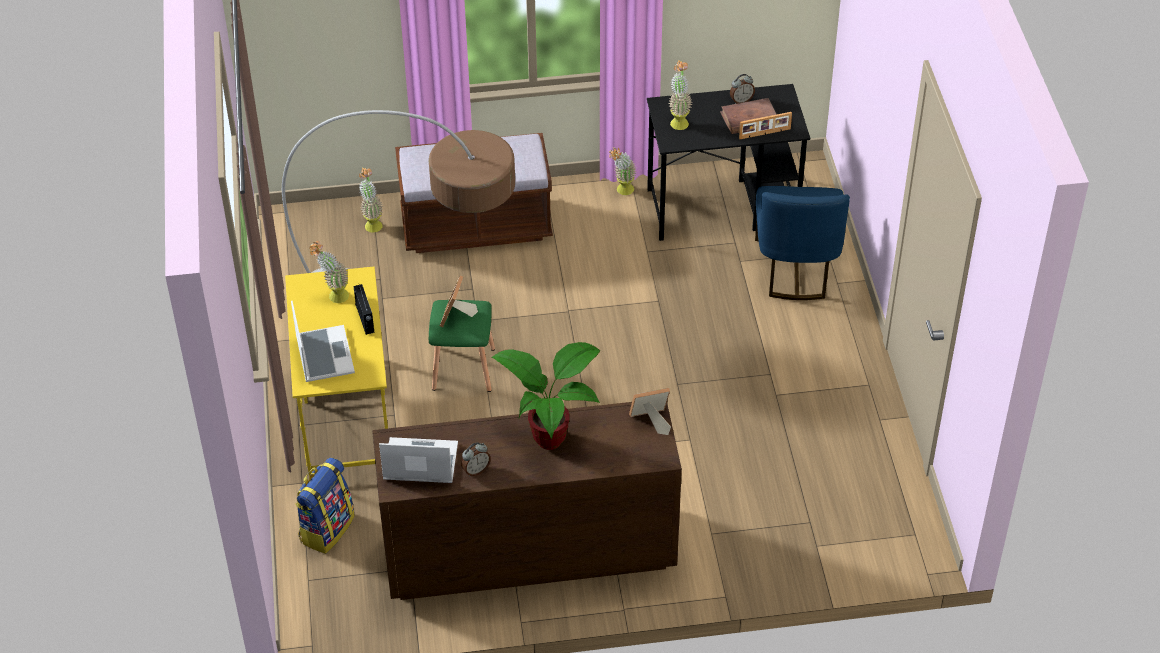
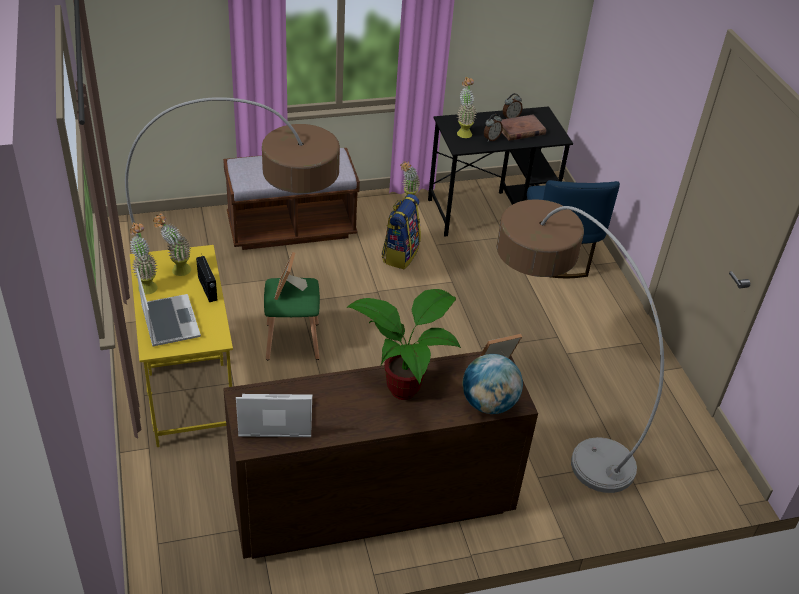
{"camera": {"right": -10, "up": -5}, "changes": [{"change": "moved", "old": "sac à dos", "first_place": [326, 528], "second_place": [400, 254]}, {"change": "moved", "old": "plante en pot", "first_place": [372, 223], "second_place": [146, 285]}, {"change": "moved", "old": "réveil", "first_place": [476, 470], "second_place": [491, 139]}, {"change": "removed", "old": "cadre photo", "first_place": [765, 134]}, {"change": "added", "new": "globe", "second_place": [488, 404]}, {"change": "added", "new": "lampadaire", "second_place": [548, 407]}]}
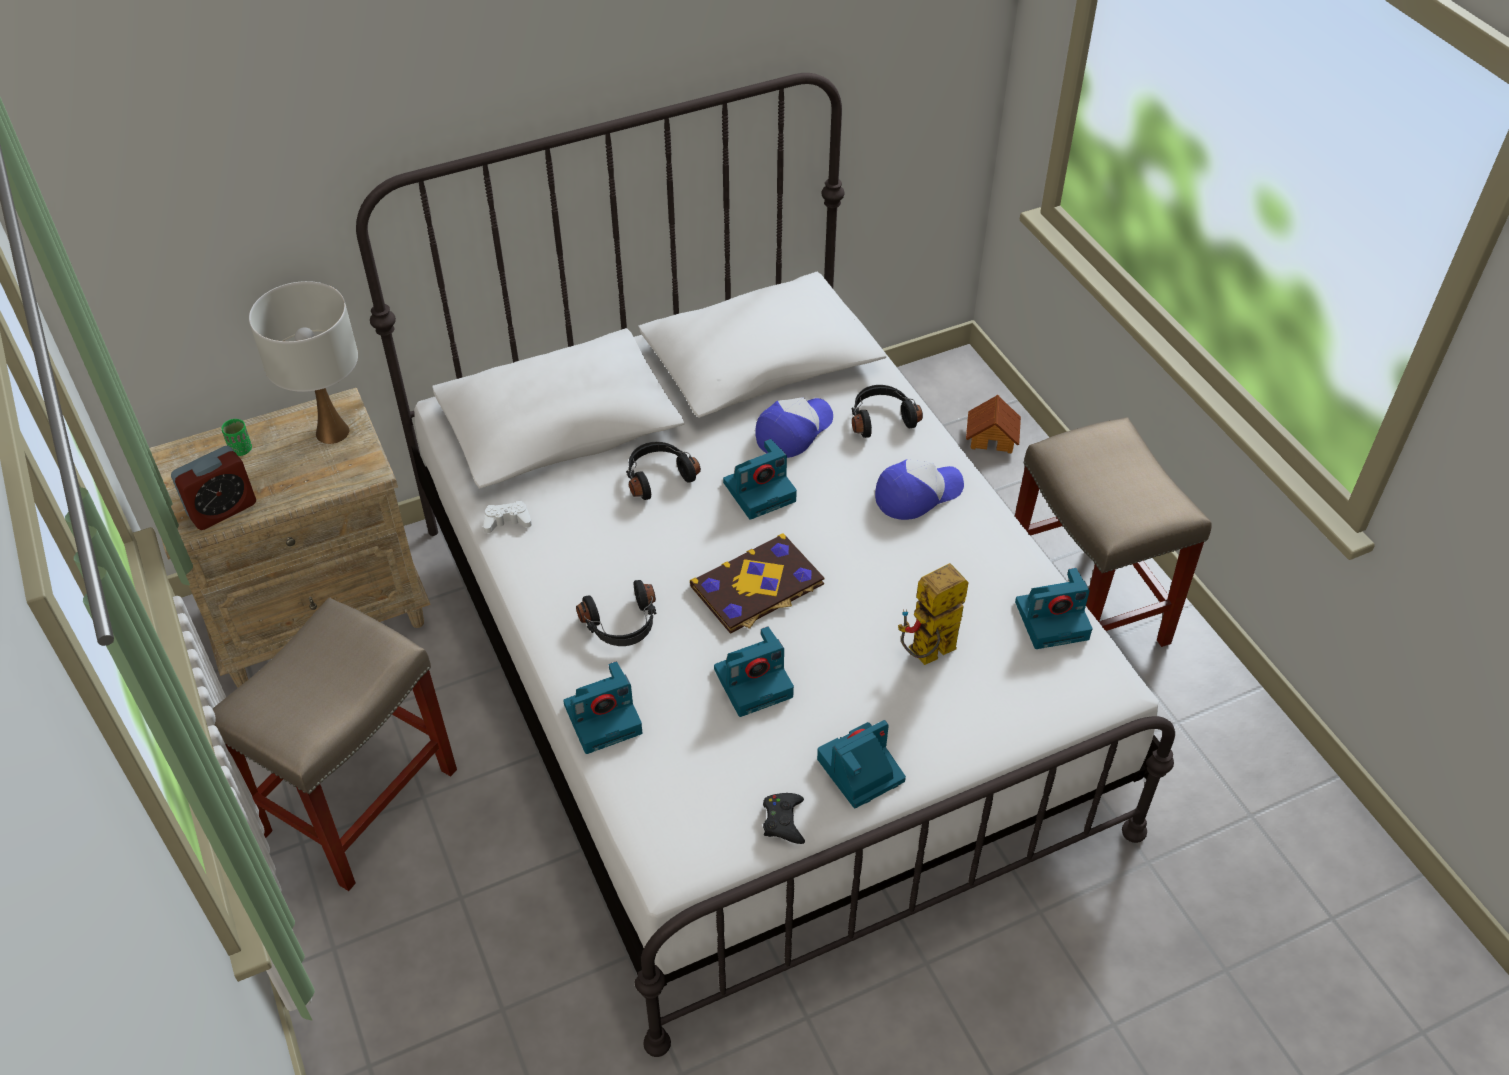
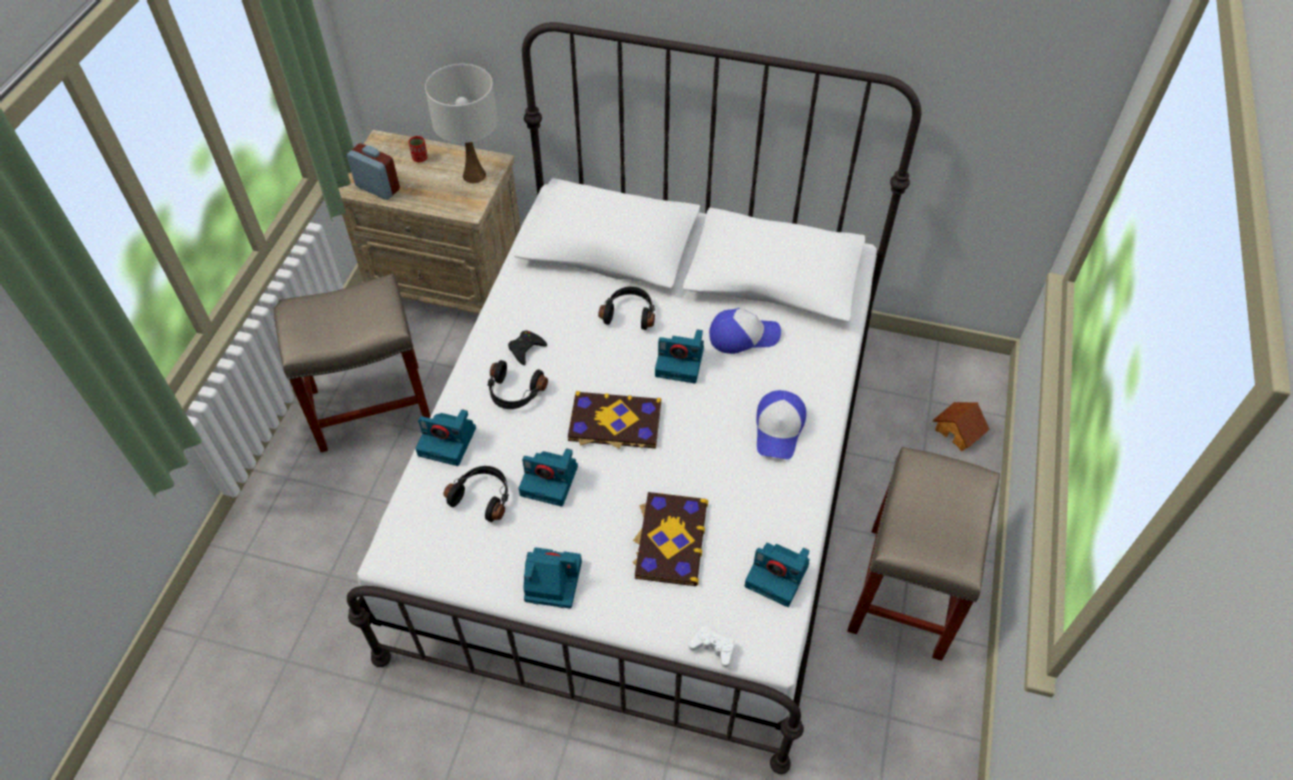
{"camera": {"right": 40, "up": 5}, "changes": [{"change": "turned", "old": "réveil", "first_place": [222, 509], "second_place": [378, 188], "degrees": -150}, {"change": "recoloured", "old": "tasse (vert)", "new": "tasse (rouge)", "first_place": [241, 450], "second_place": [420, 158]}, {"change": "moved", "old": "manette (blanc)", "first_place": [507, 521], "second_place": [713, 648]}, {"change": "moved", "old": "manette (noir)", "first_place": [783, 821], "second_place": [526, 349]}, {"change": "moved", "old": "casque audio (noir)", "first_place": [881, 418], "second_place": [483, 497]}, {"change": "turned", "old": "casquette", "first_place": [917, 494], "second_place": [779, 429], "degrees": 90}, {"change": "replaced", "old": "robot jouet", "new": "livre", "first_place": [927, 656], "second_place": [670, 540]}]}
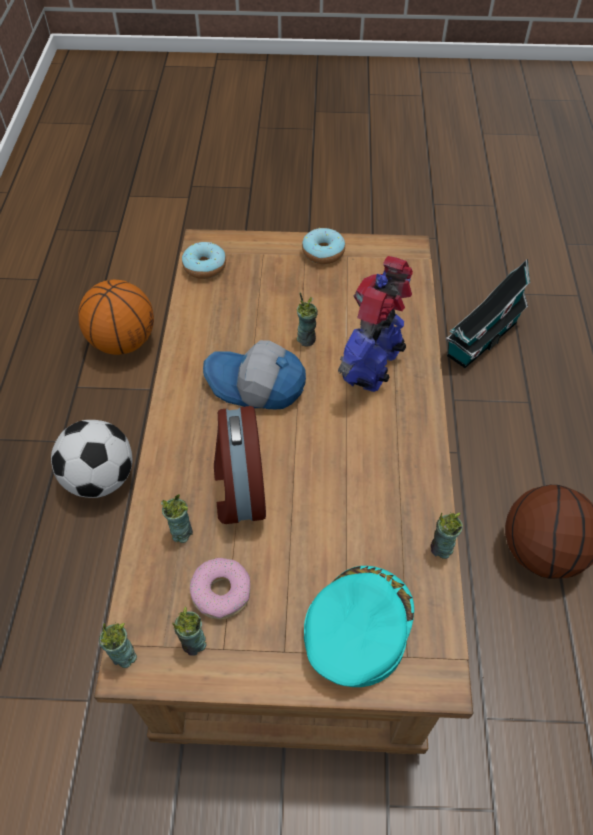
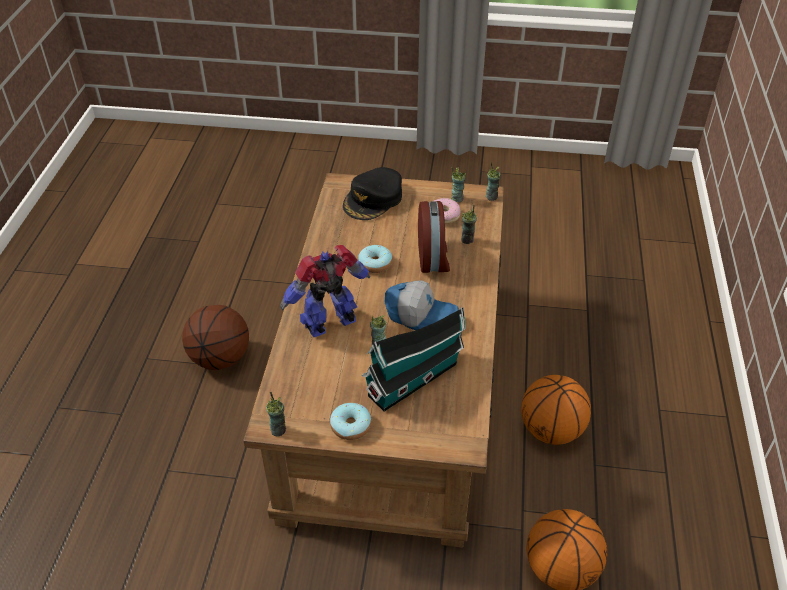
{"camera": {"right": -175, "up": -10}, "changes": [{"change": "replaced", "old": "ballon de foot", "new": "ballon de basket", "first_place": [100, 478], "second_place": [551, 430]}, {"change": "moved", "old": "beignet", "first_place": [205, 267], "second_place": [375, 264]}, {"change": "recoloured", "old": "casquette (turquoise)", "new": "casquette (noir)", "first_place": [357, 627], "second_place": [373, 199]}, {"change": "turned", "old": "robot jouet", "first_place": [373, 365], "second_place": [331, 323], "degrees": -150}, {"change": "moved", "old": "tasse", "first_place": [441, 549], "second_place": [278, 429]}, {"change": "moved", "old": "maison miniature", "first_place": [480, 341], "second_place": [416, 378]}]}
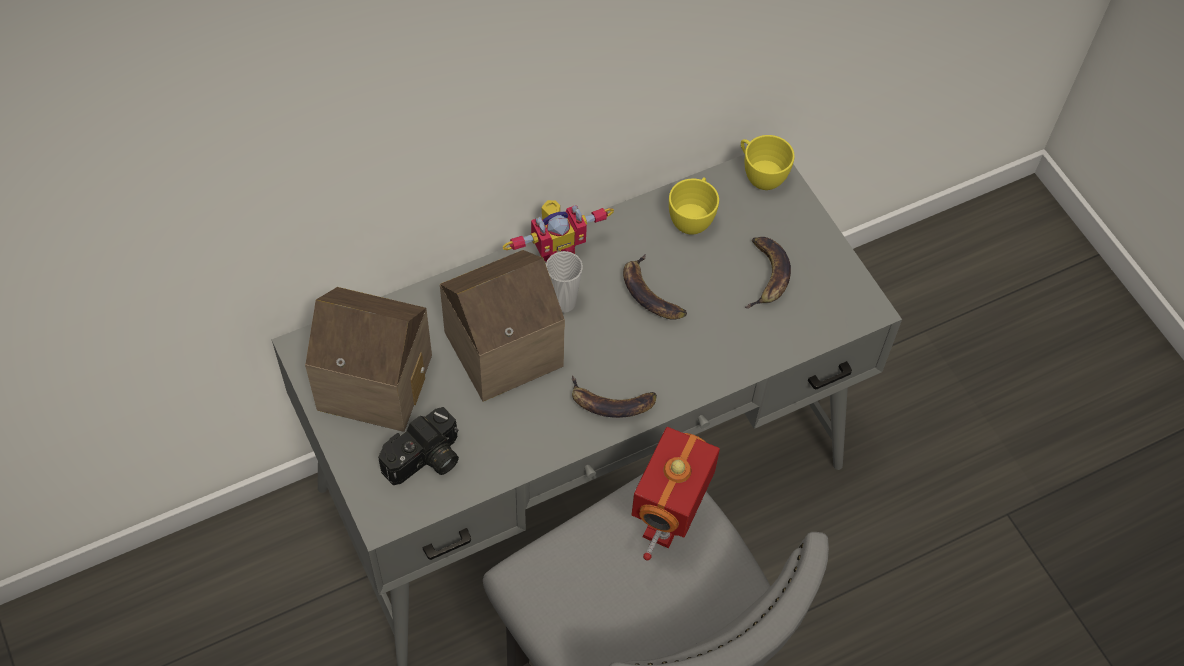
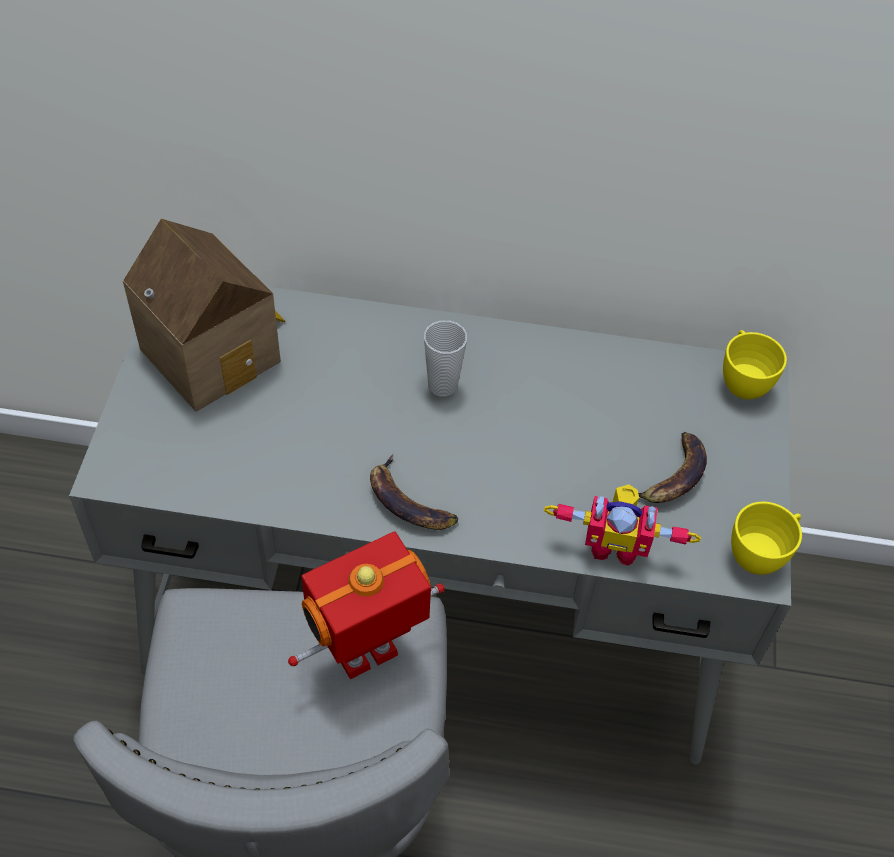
{"camera": {"right": 35, "up": -5}, "changes": [{"change": "removed", "old": "appareil photo", "first_place": [425, 461]}, {"change": "removed", "old": "maison miniature", "first_place": [500, 345]}, {"change": "moved", "old": "robot jouet", "first_place": [555, 247], "second_place": [615, 544]}, {"change": "removed", "old": "banane", "first_place": [650, 293]}, {"change": "moved", "old": "tasse (jaune)", "first_place": [692, 218], "second_place": [761, 554]}]}
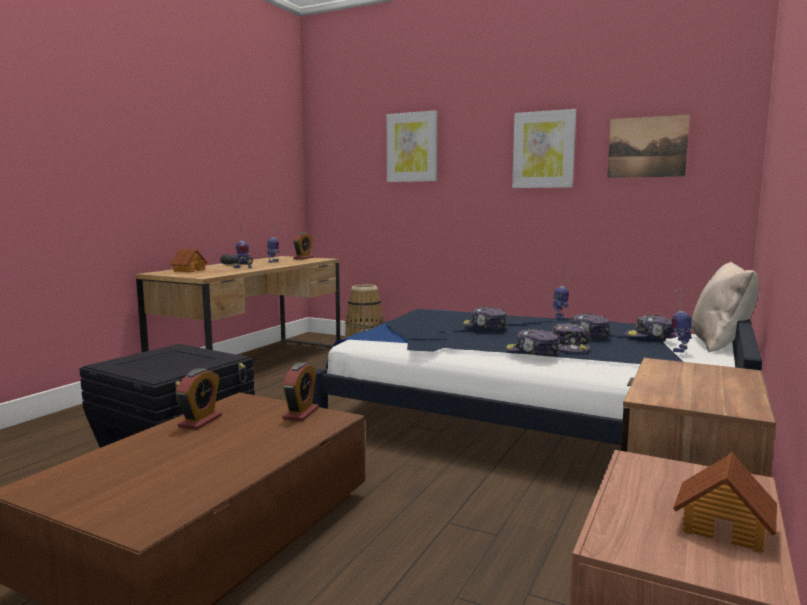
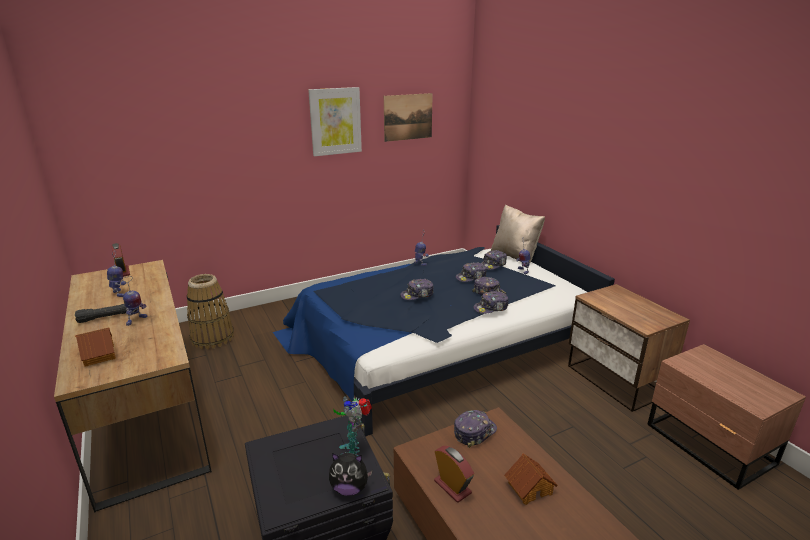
{"camera": {"right": -55, "up": 15}, "changes": [{"change": "replaced", "old": "réveil", "new": "casquette", "first_place": [301, 413], "second_place": [474, 432]}, {"change": "removed", "old": "tableau", "first_place": [412, 147]}, {"change": "moved", "old": "maison miniature", "first_place": [724, 526], "second_place": [529, 487]}, {"change": "added", "new": "peluche", "second_place": [349, 488]}, {"change": "added", "new": "robot jouet", "second_place": [353, 449]}]}
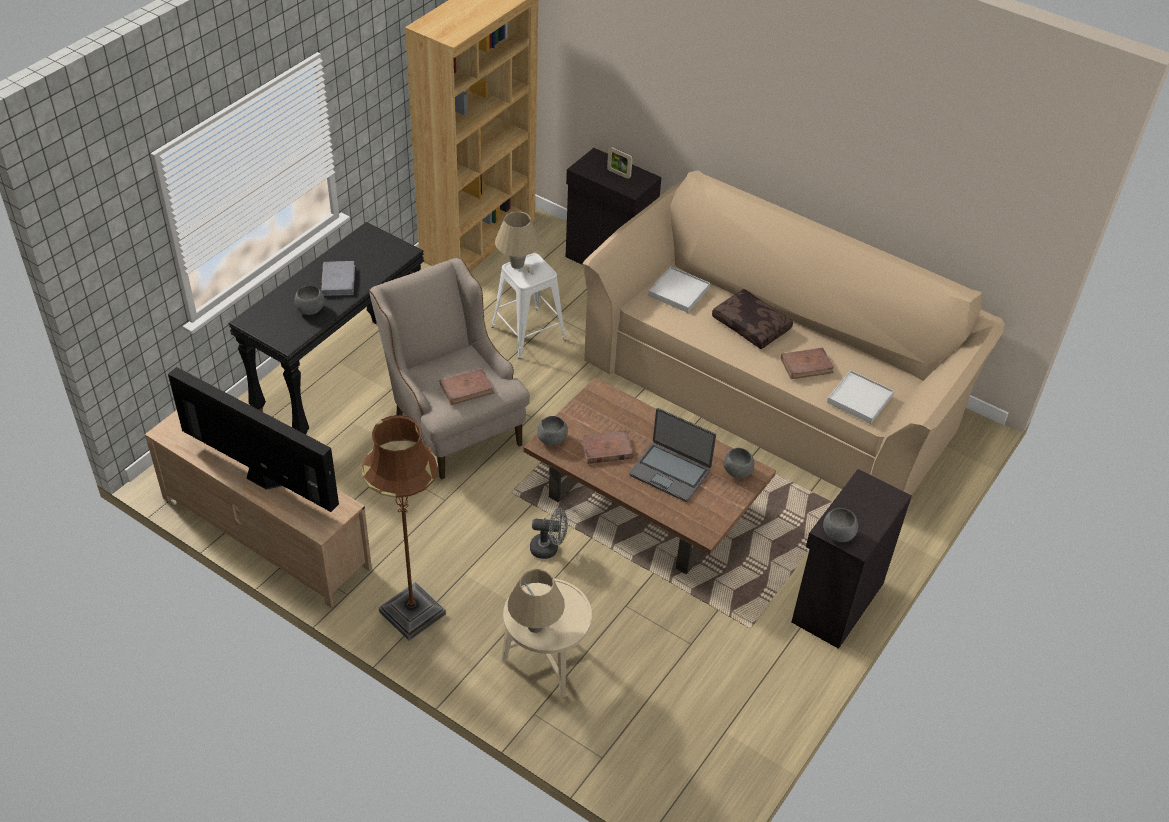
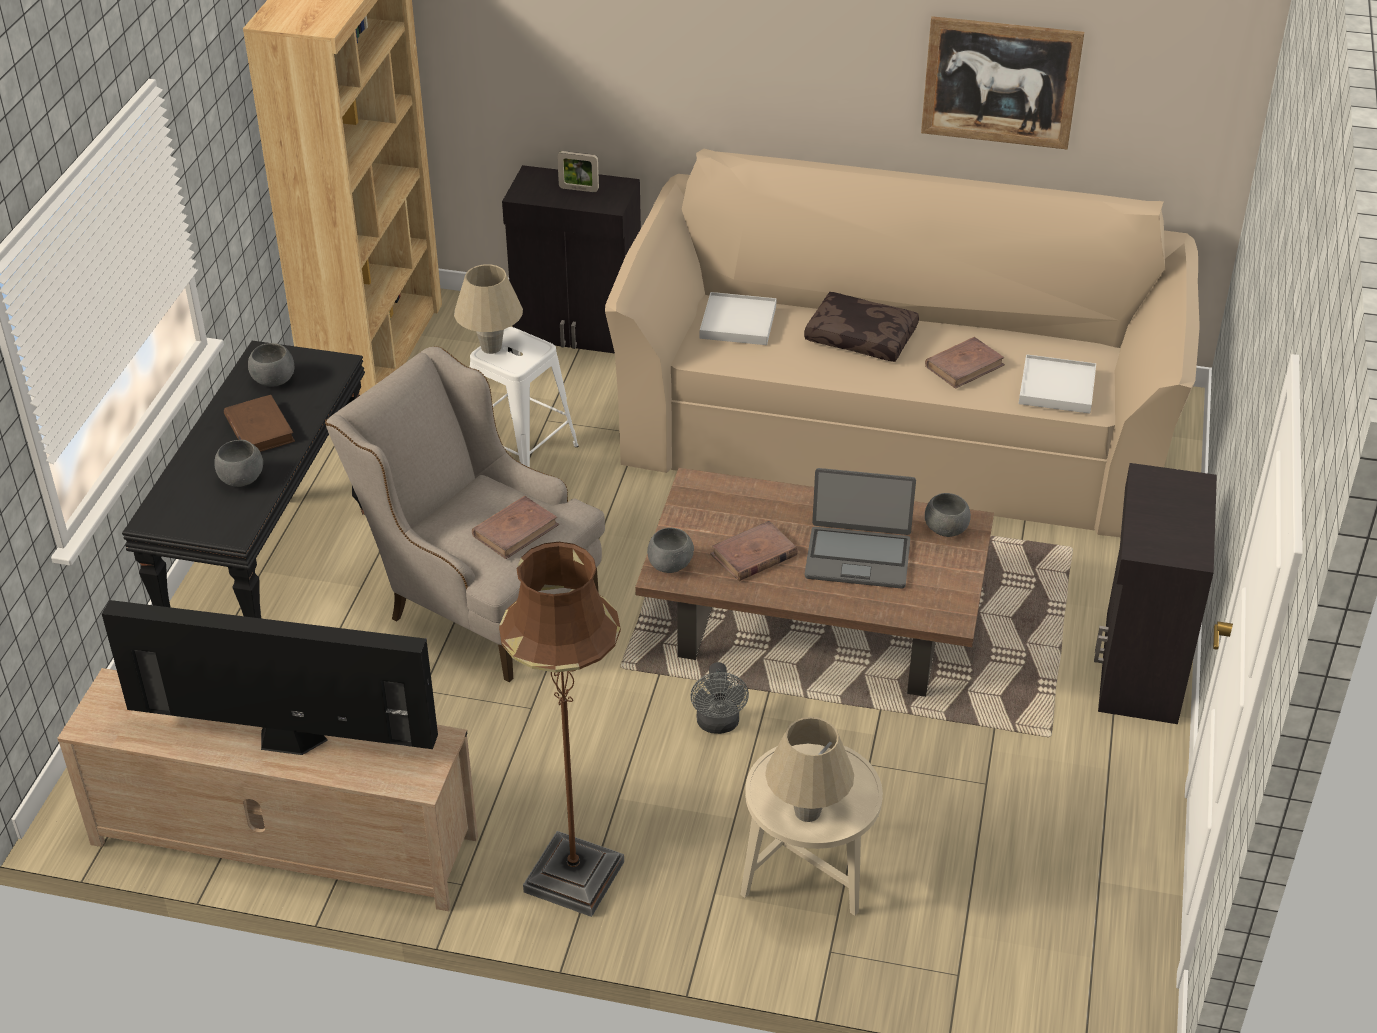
{"camera": {"right": -20, "up": -5}, "changes": [{"change": "recoloured", "old": "livre (gris)", "new": "livre (marron)", "first_place": [338, 280], "second_place": [259, 429]}, {"change": "turned", "old": "ventilateur (gris)", "first_place": [549, 548], "second_place": [718, 725], "degrees": 105}, {"change": "moved", "old": "bol (gris)", "first_place": [838, 534], "second_place": [274, 380]}, {"change": "added", "new": "tableau", "second_place": [1000, 82]}]}
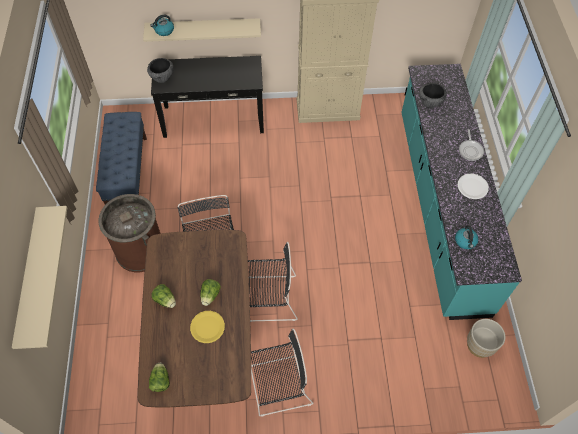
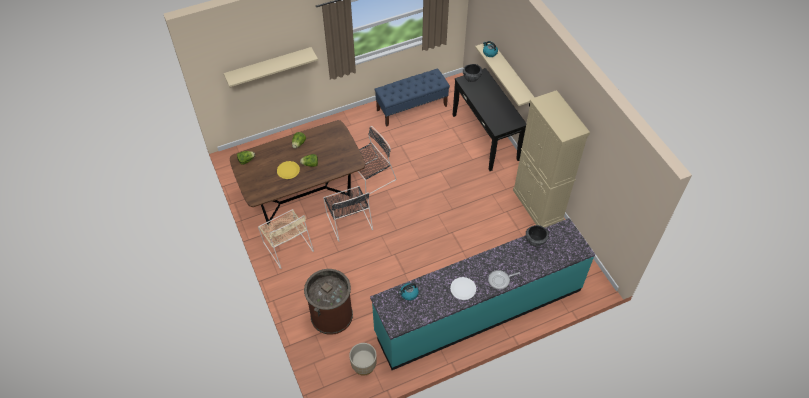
{"camera": {"right": 70, "up": -5}, "changes": [{"change": "moved", "old": "poubelle (marron)", "first_place": [140, 250], "second_place": [331, 315]}, {"change": "recoloured", "old": "chaise (noir)", "new": "chaise (beige)", "first_place": [278, 385], "second_place": [287, 245]}]}
